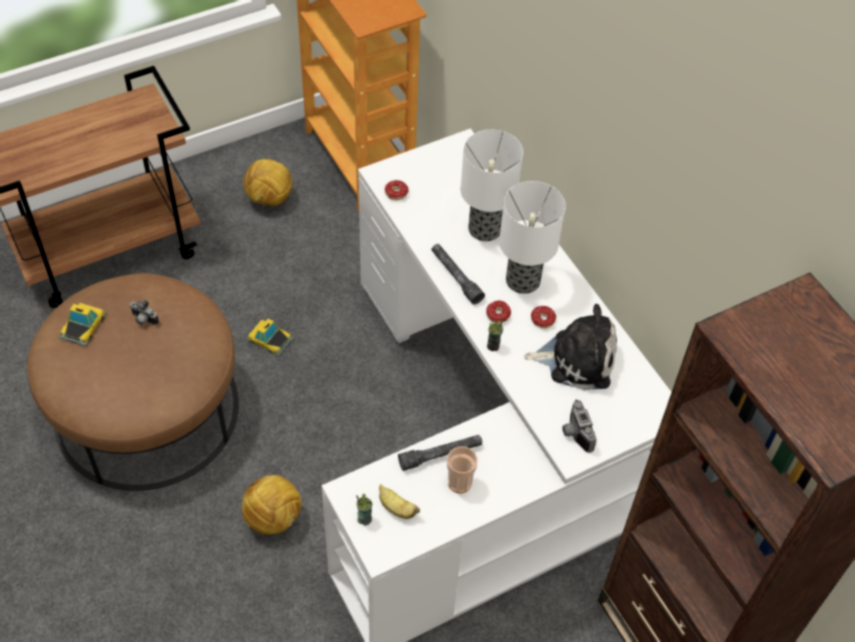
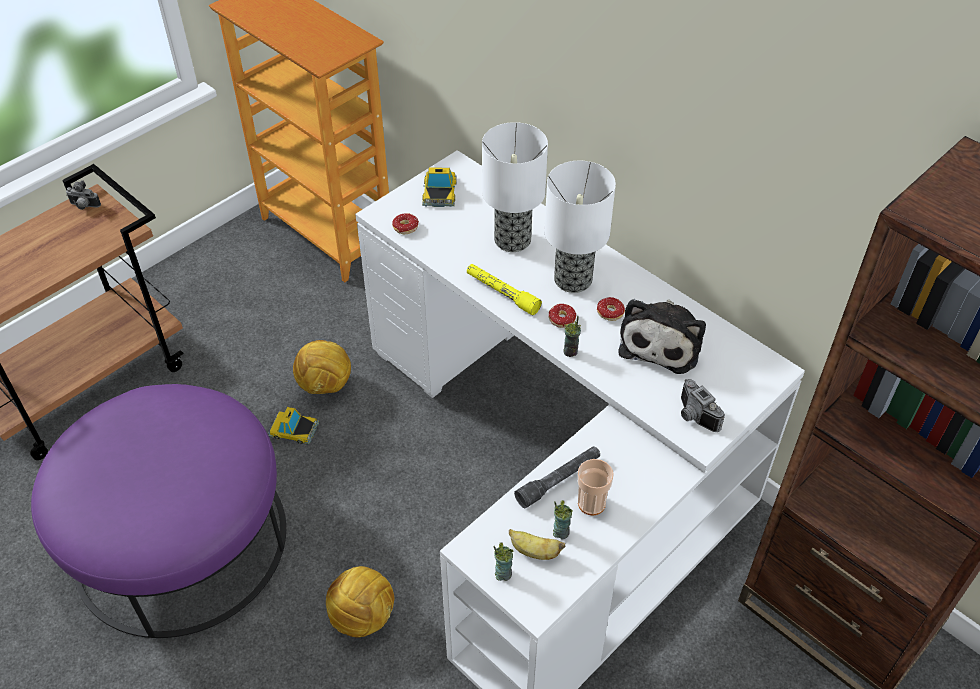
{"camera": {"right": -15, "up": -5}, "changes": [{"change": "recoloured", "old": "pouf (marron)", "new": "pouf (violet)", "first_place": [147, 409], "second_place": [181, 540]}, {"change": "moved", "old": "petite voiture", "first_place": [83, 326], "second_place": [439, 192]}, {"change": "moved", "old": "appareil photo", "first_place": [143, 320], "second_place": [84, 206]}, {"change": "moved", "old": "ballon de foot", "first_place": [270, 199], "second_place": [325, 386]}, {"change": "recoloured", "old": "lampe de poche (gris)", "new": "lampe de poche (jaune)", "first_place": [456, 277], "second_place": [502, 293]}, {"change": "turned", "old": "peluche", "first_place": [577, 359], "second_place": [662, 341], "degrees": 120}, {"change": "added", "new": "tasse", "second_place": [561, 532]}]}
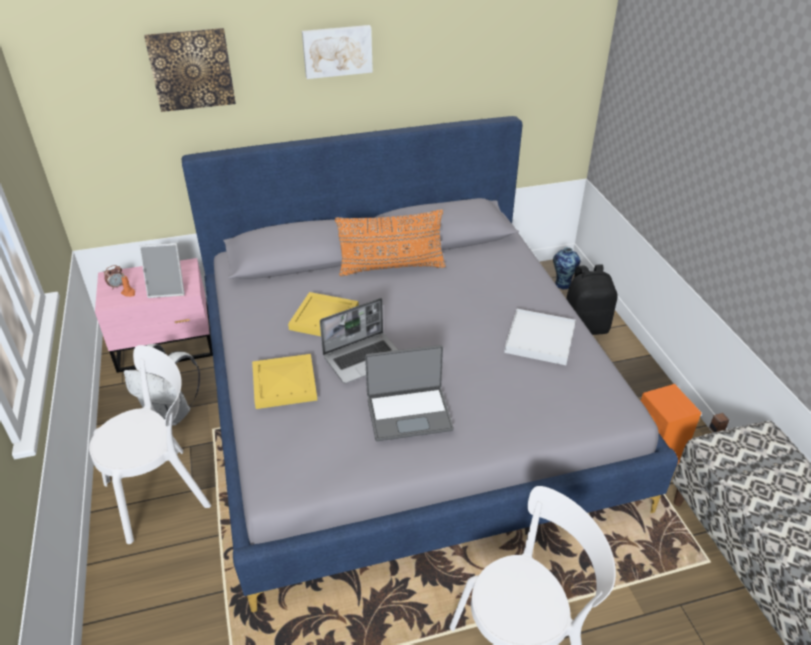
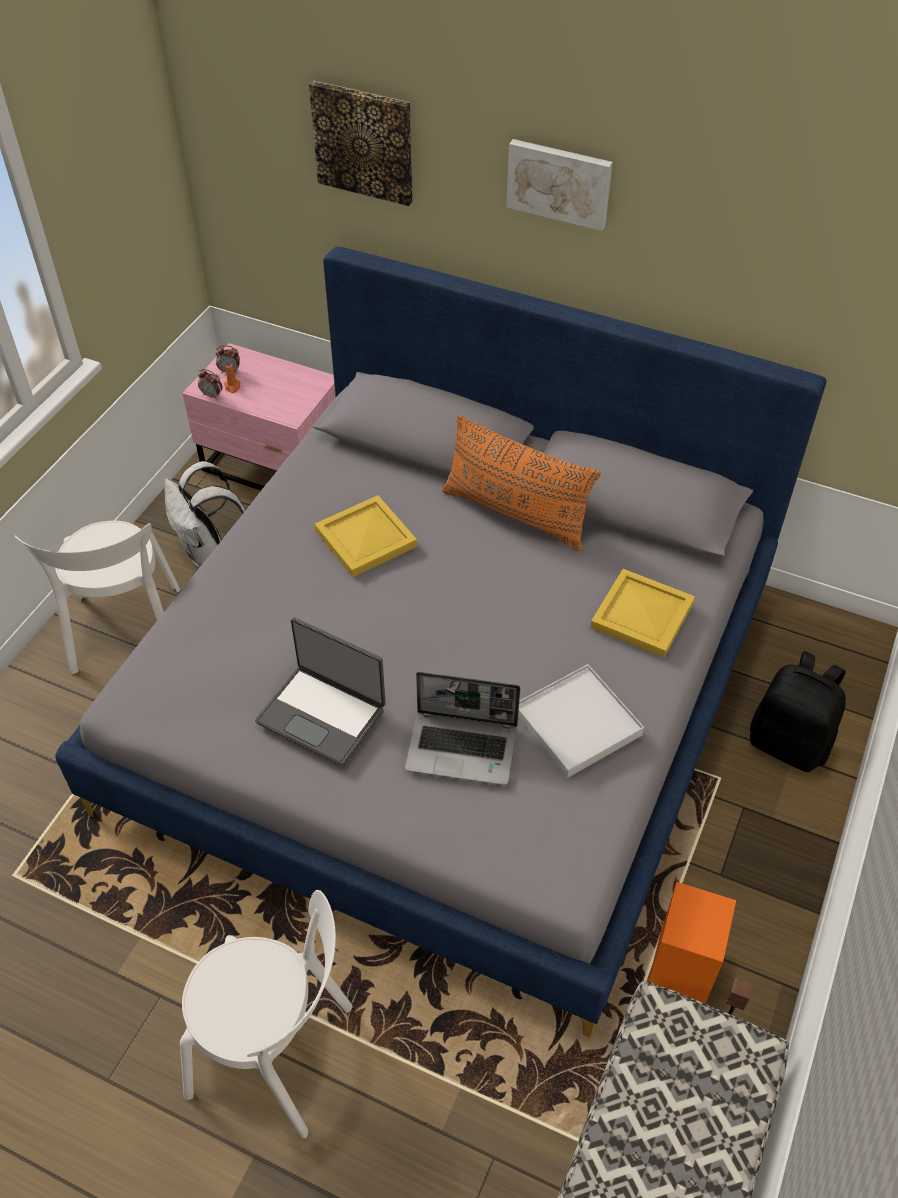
{"camera": {"right": 40, "up": 10}, "changes": [{"change": "turned", "old": "chaise (blanc)", "first_place": [162, 491], "second_place": [126, 634], "degrees": 75}, {"change": "removed", "old": "cadre photo", "first_place": [168, 289]}, {"change": "moved", "old": "plateau (jaune)", "first_place": [283, 384], "second_place": [640, 616]}, {"change": "moved", "old": "ordinateur portable", "first_place": [364, 358], "second_place": [463, 748]}, {"change": "removed", "old": "vase", "first_place": [562, 284]}, {"change": "added", "new": "réveil", "second_place": [212, 395]}]}
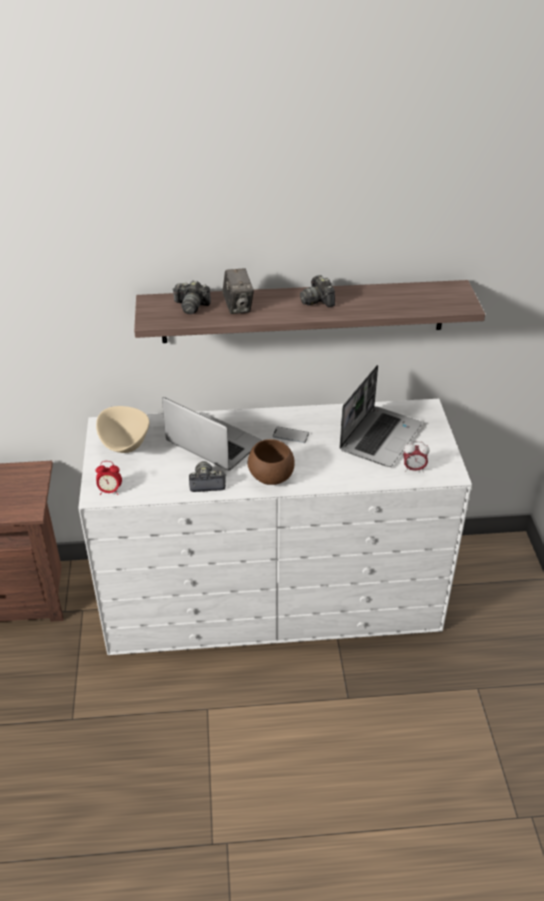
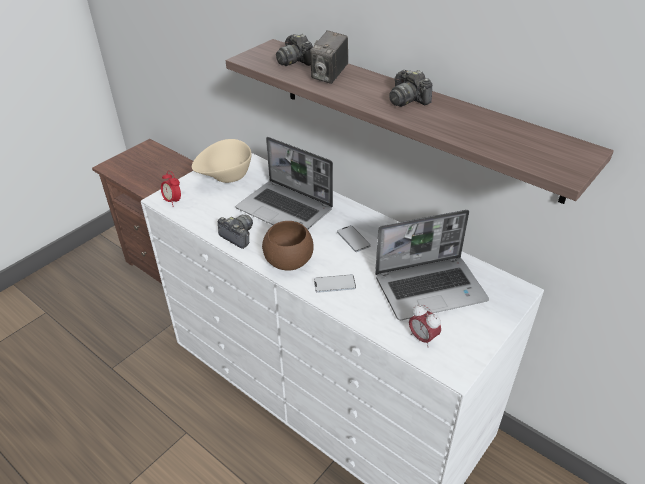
{"camera": {"right": 45, "up": 0}, "changes": [{"change": "turned", "old": "ordinateur portable", "first_place": [212, 443], "second_place": [286, 209], "degrees": 135}, {"change": "turned", "old": "appareil photo", "first_place": [318, 300], "second_place": [407, 100], "degrees": -60}, {"change": "added", "new": "téléphone", "second_place": [334, 284]}]}
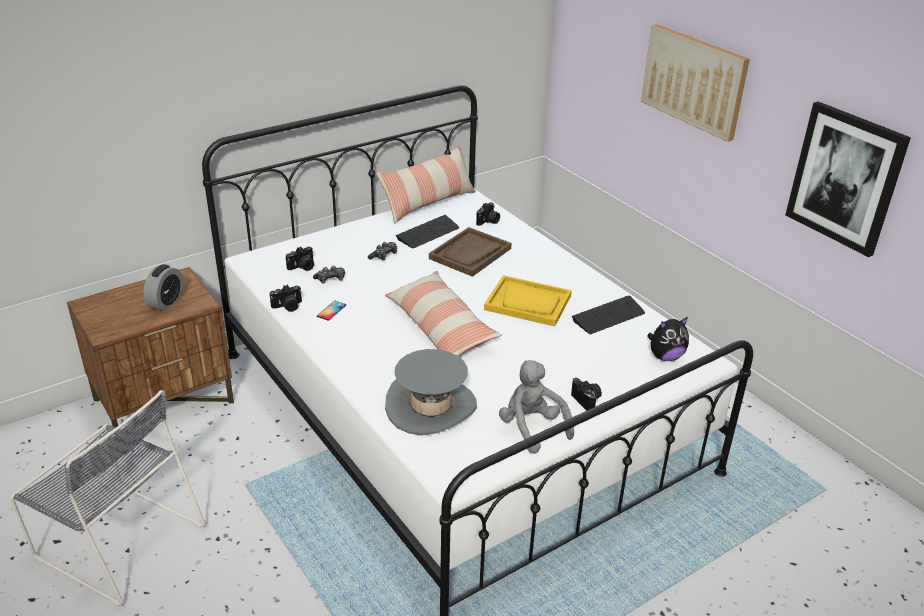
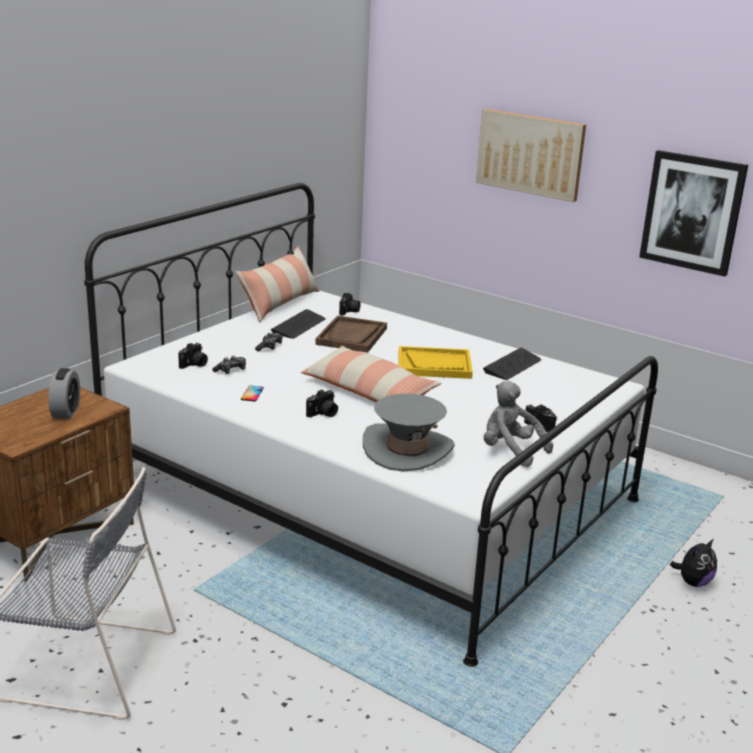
{"camera": {"right": -20, "up": -10}, "changes": [{"change": "moved", "old": "appareil photo", "first_place": [288, 307], "second_place": [323, 414]}, {"change": "moved", "old": "peluche", "first_place": [665, 356], "second_place": [693, 582]}]}
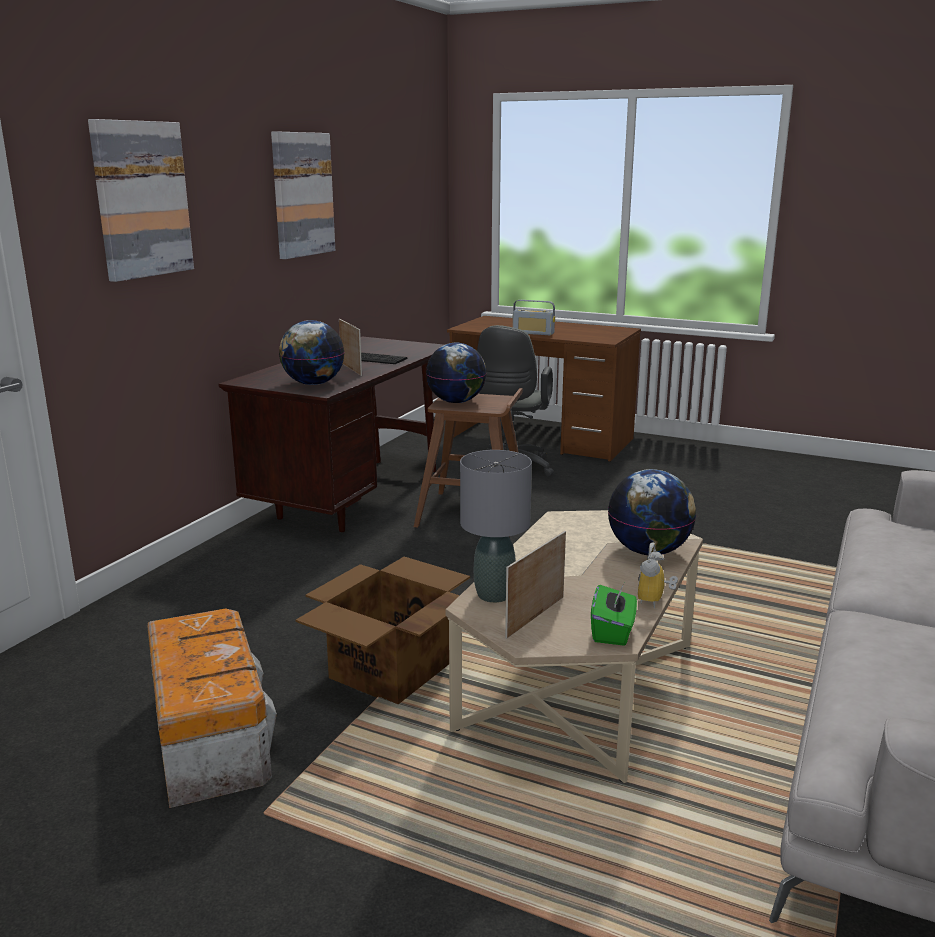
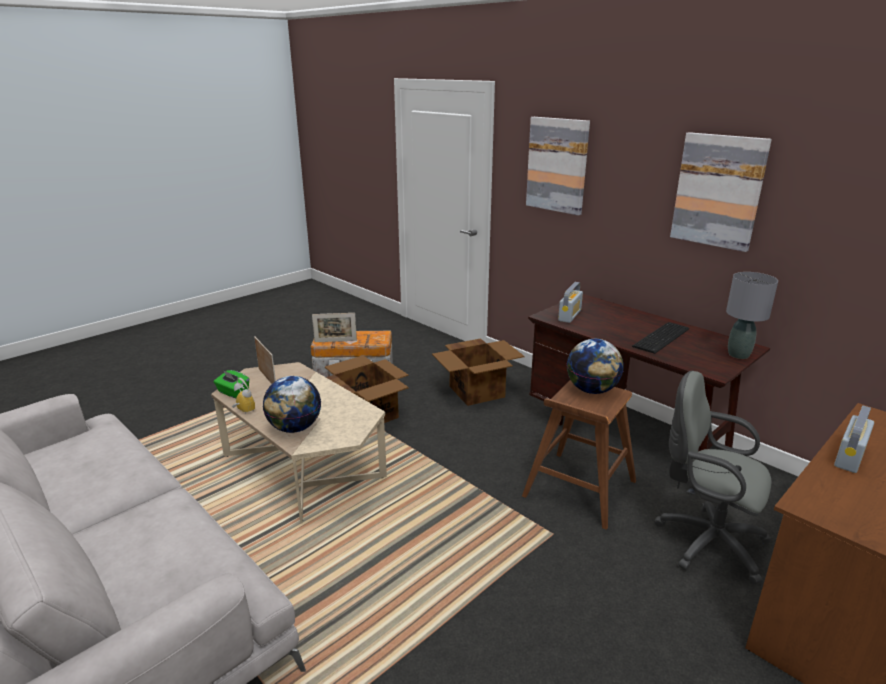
{"camera": {"right": 110, "up": 5}, "changes": [{"change": "replaced", "old": "globe", "new": "radio", "first_place": [313, 384], "second_place": [569, 315]}, {"change": "moved", "old": "cadre photo", "first_place": [351, 369], "second_place": [335, 341]}, {"change": "moved", "old": "lampe de table (gris)", "first_place": [494, 595], "second_place": [738, 355]}, {"change": "added", "new": "carton", "second_place": [477, 391]}]}
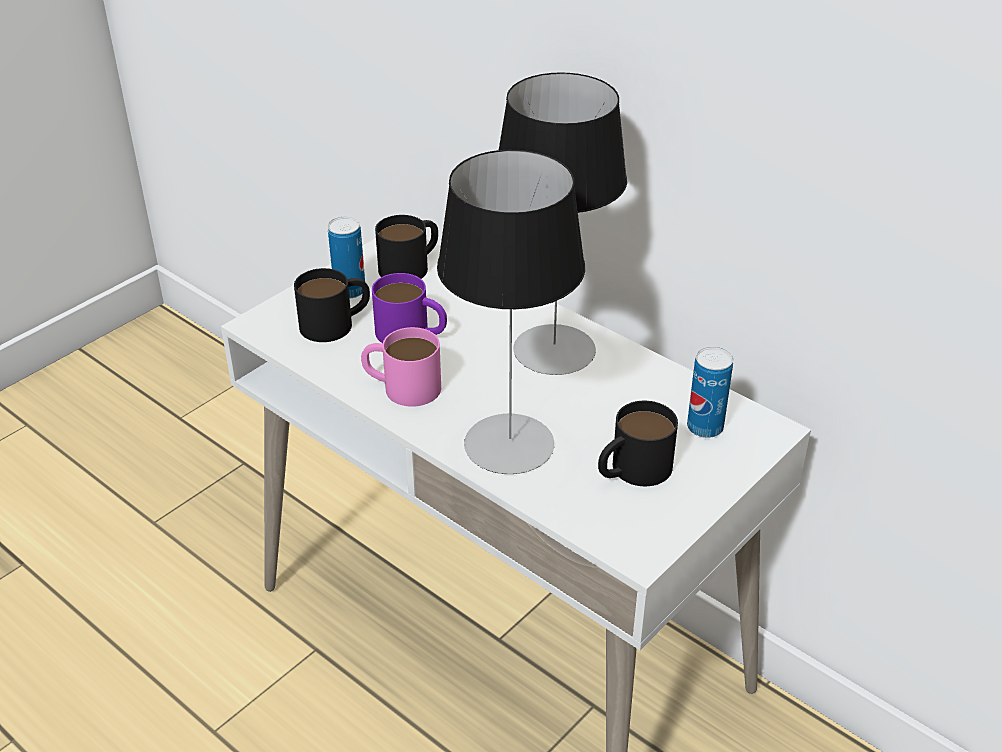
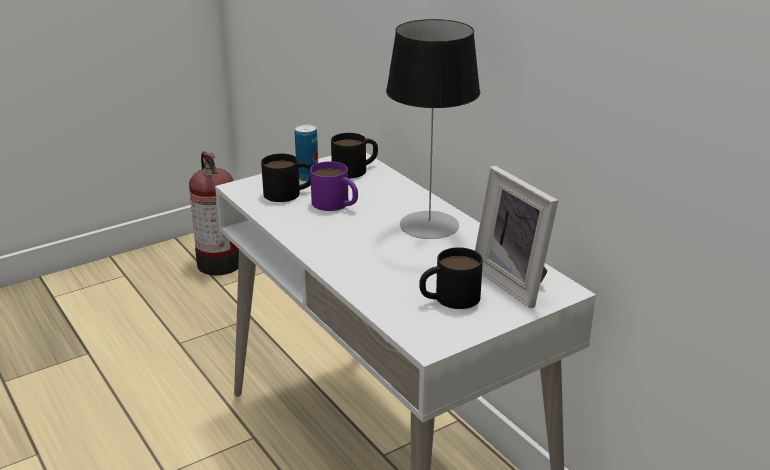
{"camera": {"right": 15, "up": -10}, "changes": [{"change": "removed", "old": "mug (rose)", "first_place": [401, 386]}, {"change": "removed", "old": "lampe de table", "first_place": [510, 444]}, {"change": "replaced", "old": "boîte métallique", "new": "cadre photo", "first_place": [705, 427], "second_place": [515, 282]}, {"change": "added", "new": "extincteur", "second_place": [219, 262]}]}
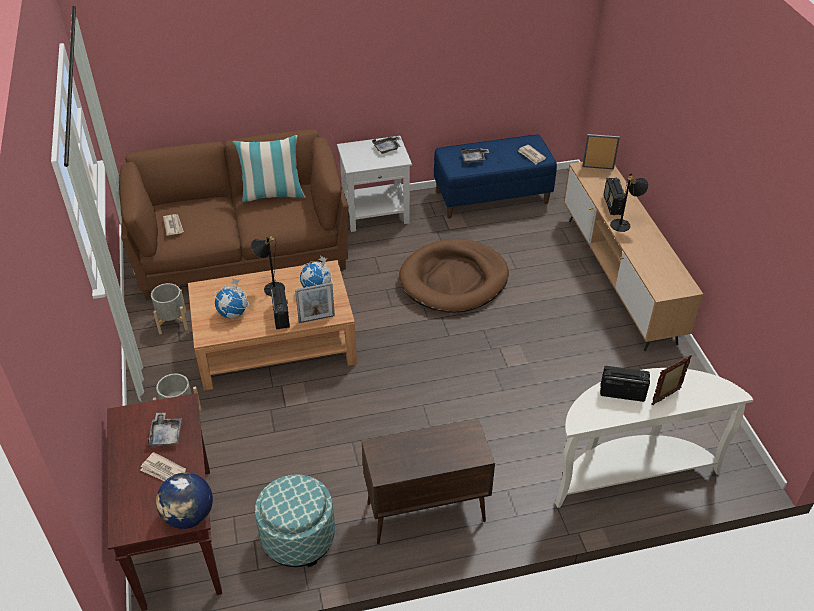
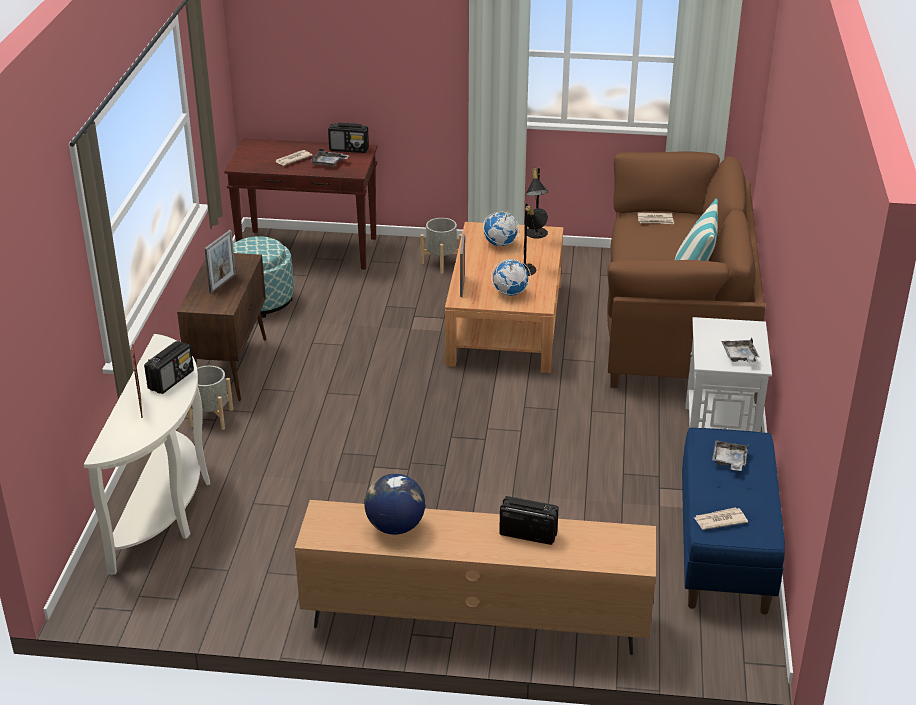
{"camera": {"right": 110, "up": -10}, "changes": [{"change": "moved", "old": "cache-pot (gris)", "first_place": [172, 322], "second_place": [211, 417]}, {"change": "moved", "old": "globe", "first_place": [189, 516], "second_place": [395, 527]}, {"change": "moved", "old": "radio", "first_place": [281, 316], "second_place": [349, 149]}, {"change": "removed", "old": "panier pour chien (marron)", "first_place": [454, 279]}, {"change": "moved", "old": "cadre photo", "first_place": [598, 167], "second_place": [222, 283]}, {"change": "moved", "old": "lampe de table (noir)", "first_place": [624, 225], "second_place": [535, 235]}]}
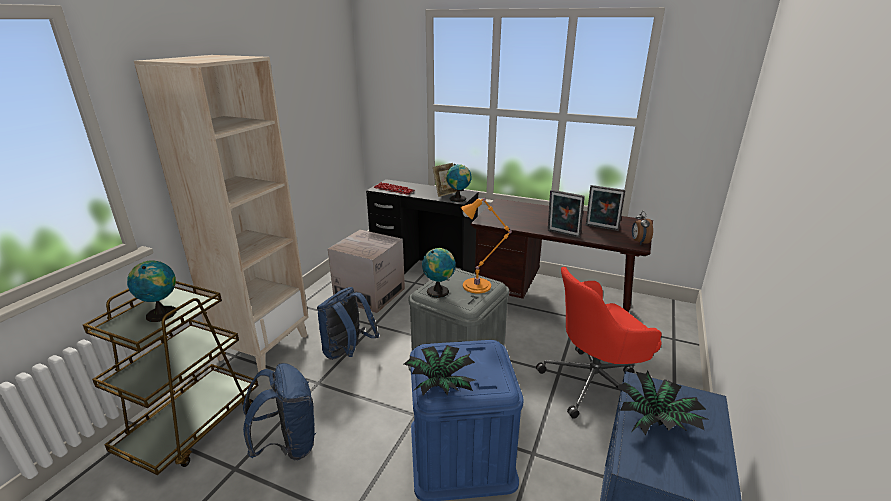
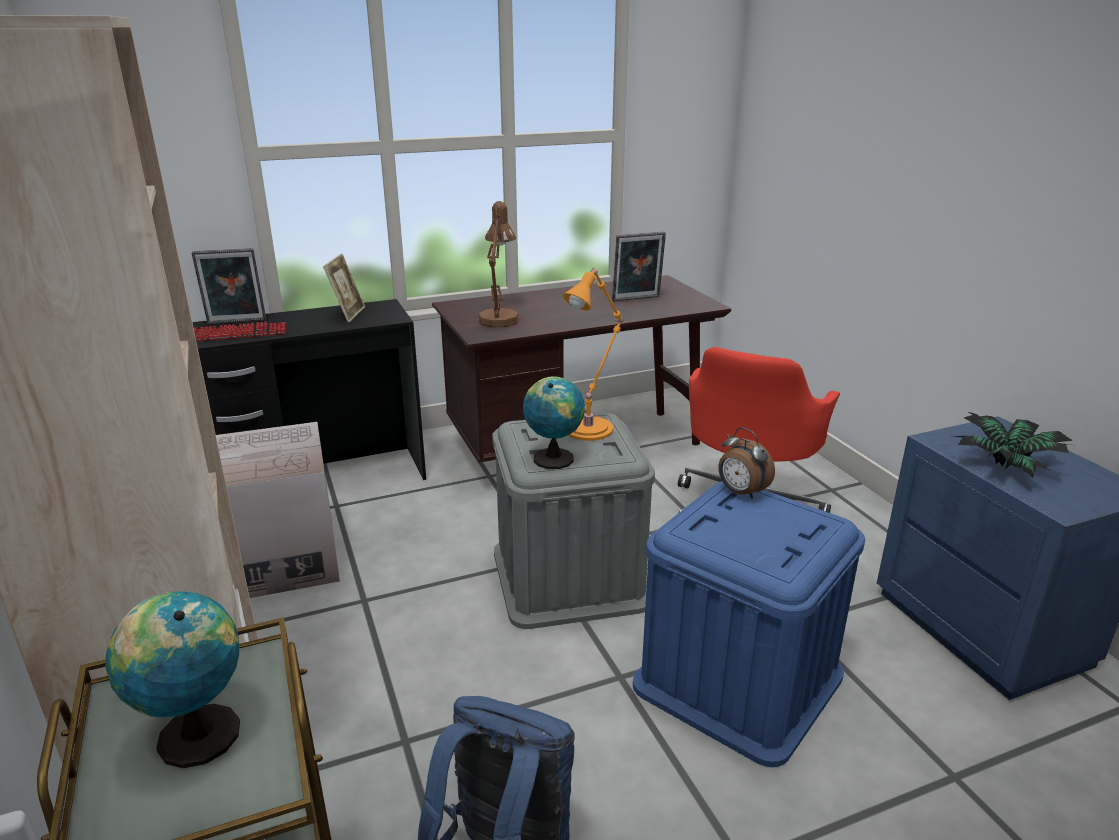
{"camera": {"right": -45, "up": 0}, "changes": [{"change": "removed", "old": "sac à dos (bleu)", "first_place": [347, 353]}, {"change": "removed", "old": "plante en pot", "first_place": [440, 384]}, {"change": "removed", "old": "globe", "first_place": [458, 199]}, {"change": "moved", "old": "cadre photo", "first_place": [562, 234], "second_place": [236, 322]}, {"change": "moved", "old": "réveil", "first_place": [639, 242], "second_place": [741, 492]}, {"change": "added", "new": "lampe de table (marron)", "second_place": [500, 317]}]}
